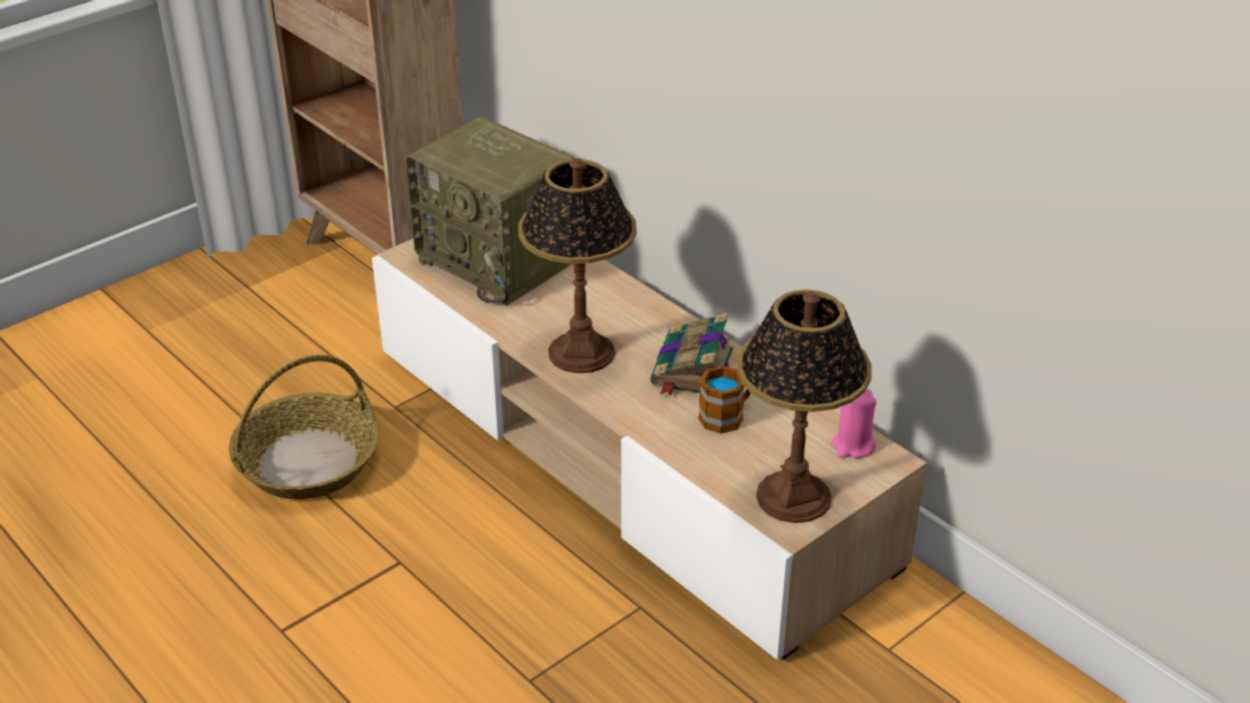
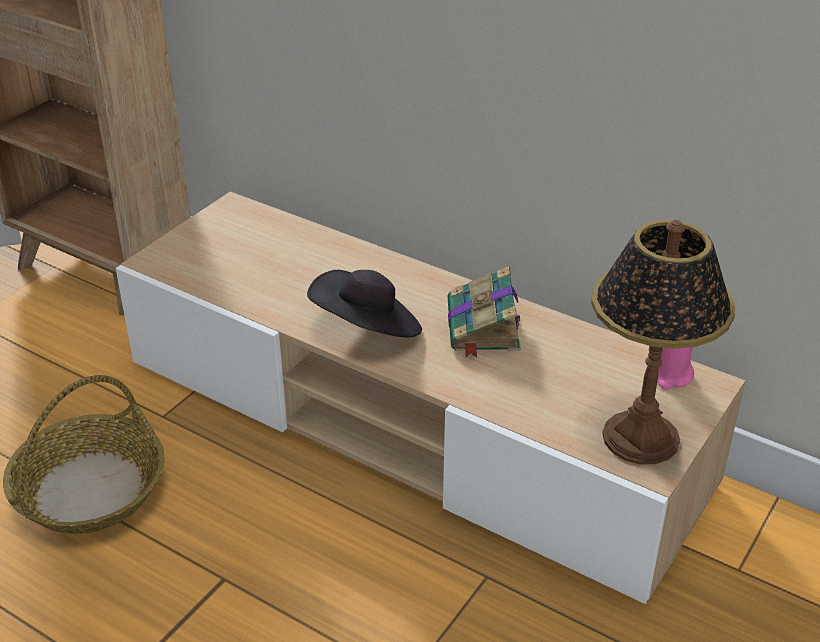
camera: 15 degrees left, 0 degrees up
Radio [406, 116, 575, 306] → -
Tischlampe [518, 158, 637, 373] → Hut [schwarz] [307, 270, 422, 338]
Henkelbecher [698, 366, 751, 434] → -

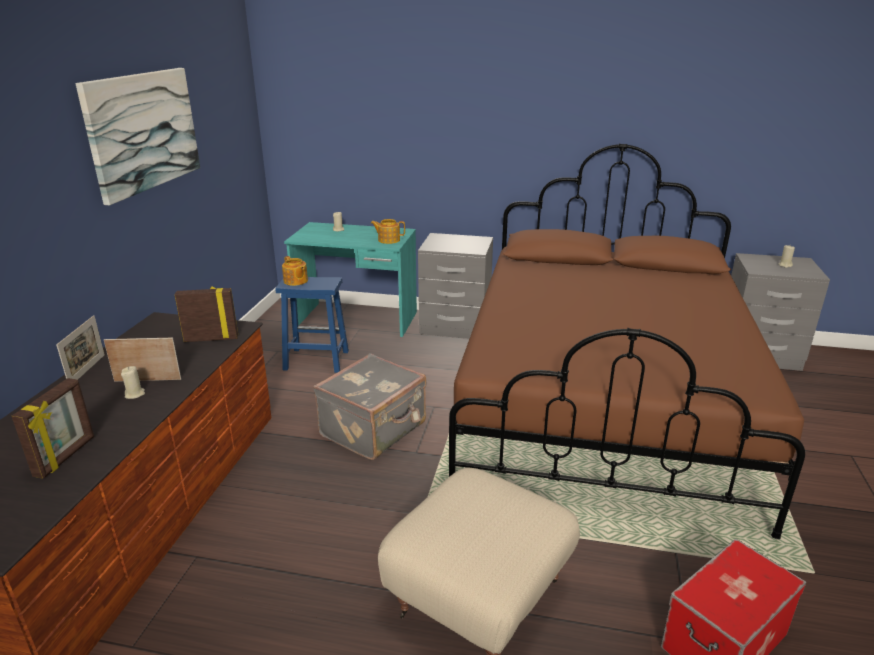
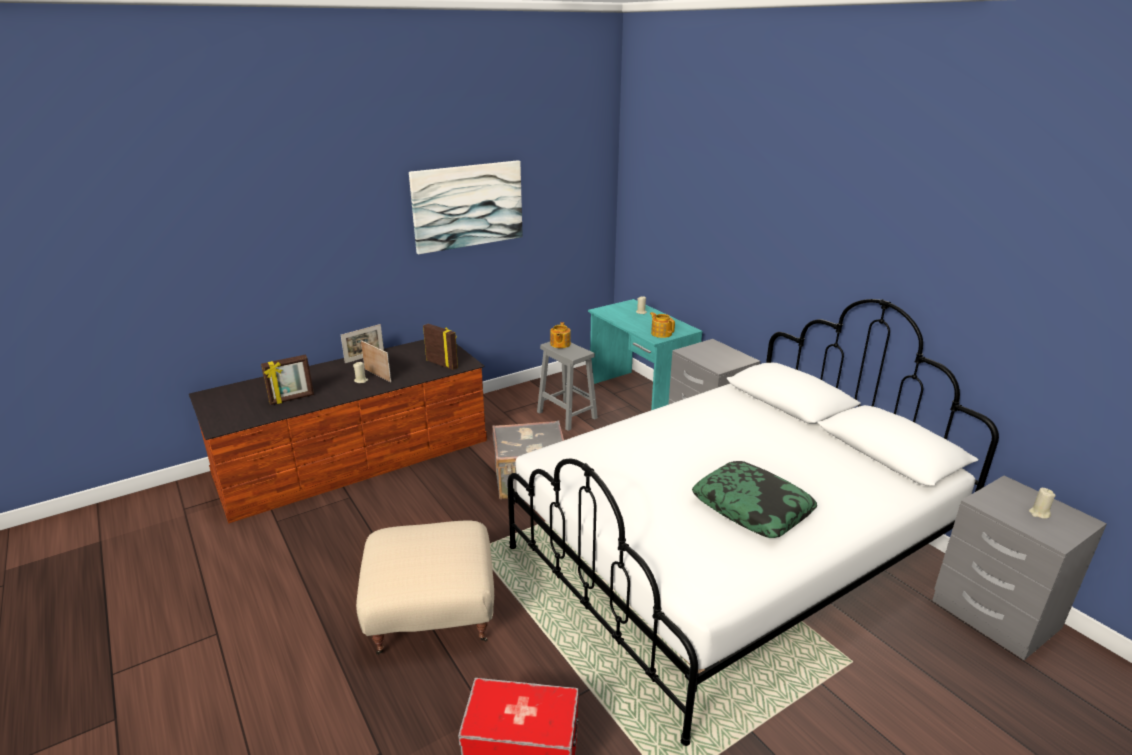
camera: 45 degrees right, 0 degrees up
Hocker [blau] [275, 277, 349, 373] → Hocker [grau] [537, 342, 598, 431]
Bett [braun] [449, 143, 805, 539] → Bett [weiß] [507, 299, 999, 746]
- → Kissen [692, 461, 817, 538]

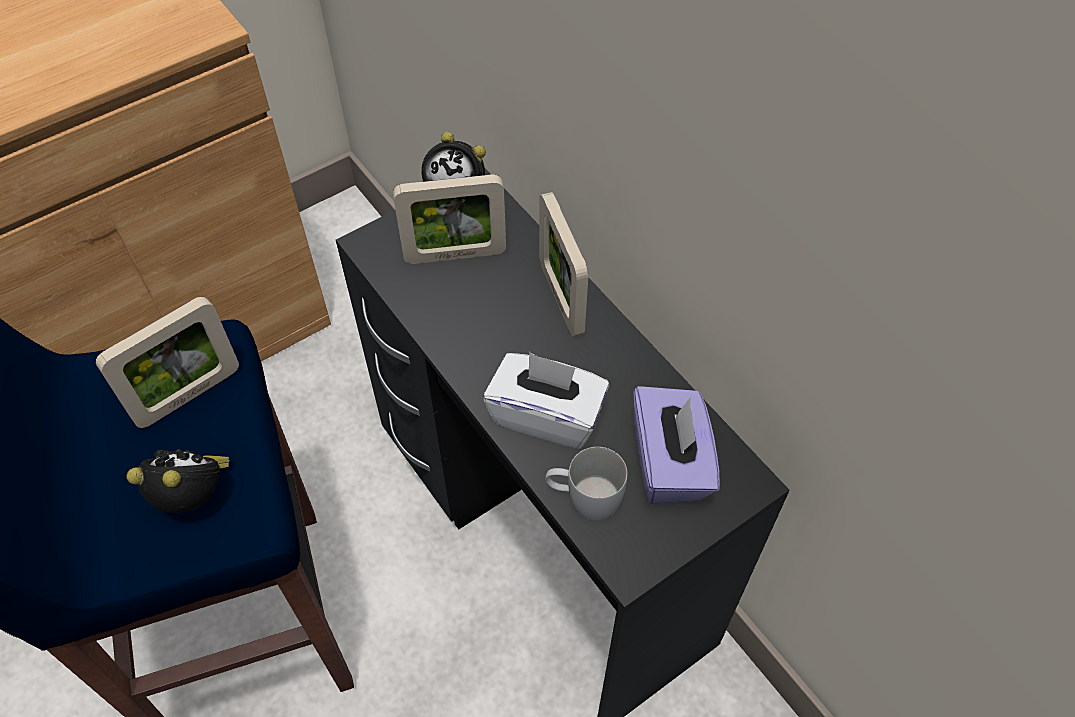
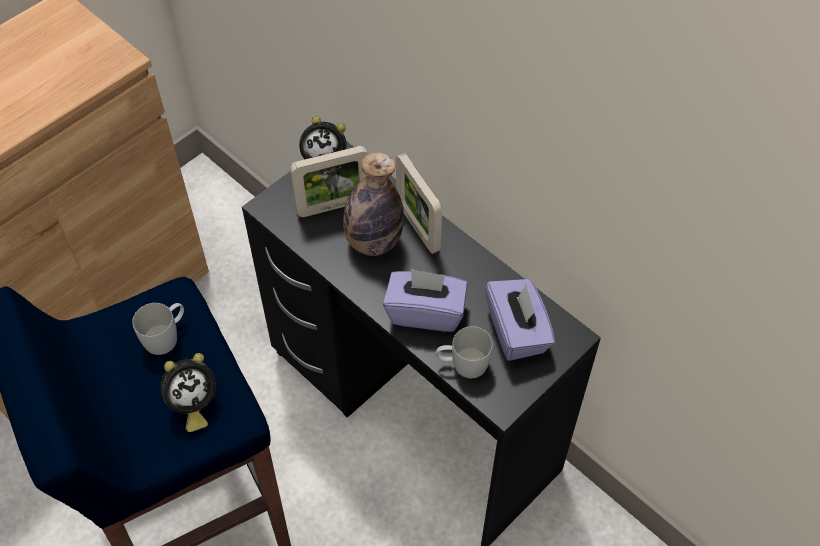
camera: 10 degrees left, 0 degrees up
Bilderrahmen [96, 297, 239, 428] → Henkelbecher [weiß] [132, 303, 184, 355]
Wecker [126, 449, 230, 513] → Wecker [161, 353, 216, 432], 150 degrees clockwise
Taschentuchbox [weiß] [483, 352, 609, 449] → Taschentuchbox [lila] [383, 269, 467, 332]
- → Flasche [343, 152, 404, 256]

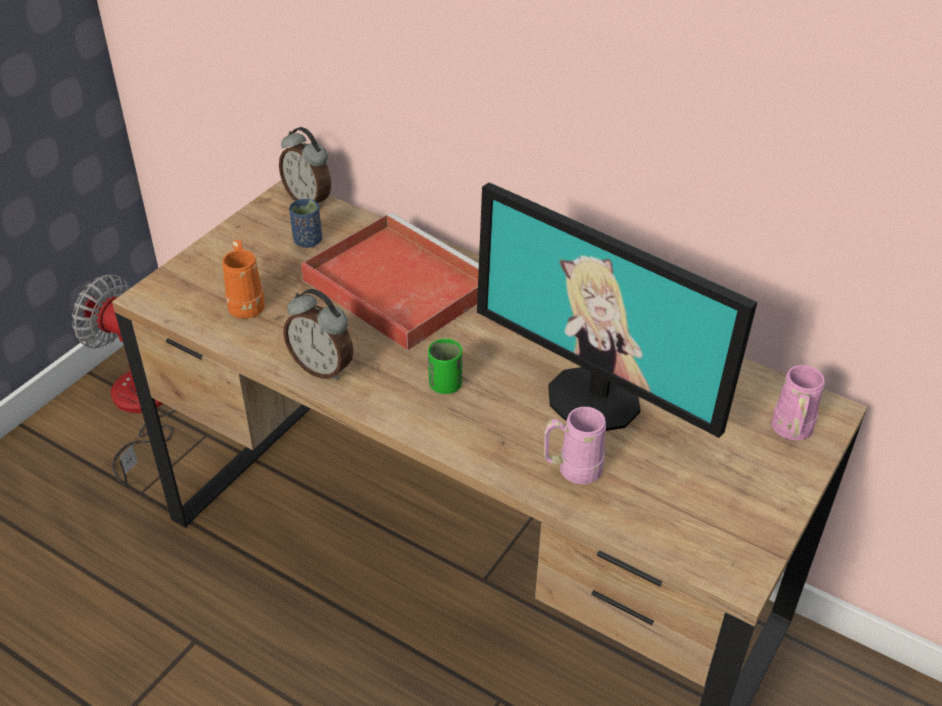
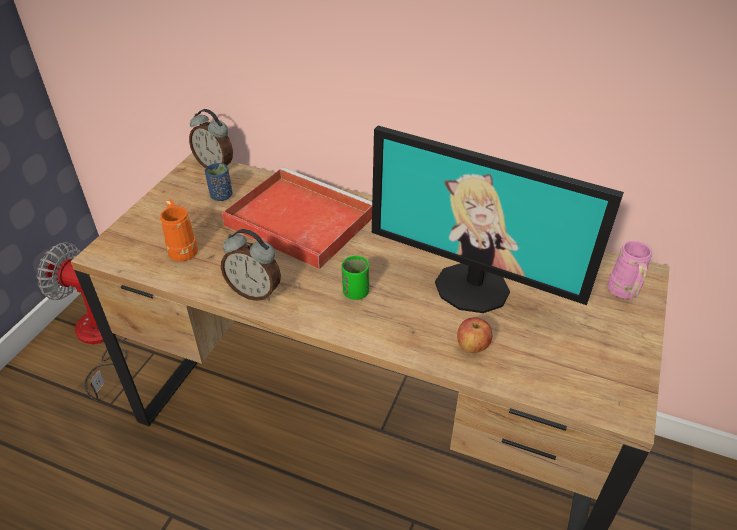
camera: 10 degrees left, 0 degrees up
Henkelbecher [rosa] [543, 407, 606, 484] → Apfel [457, 317, 492, 353]

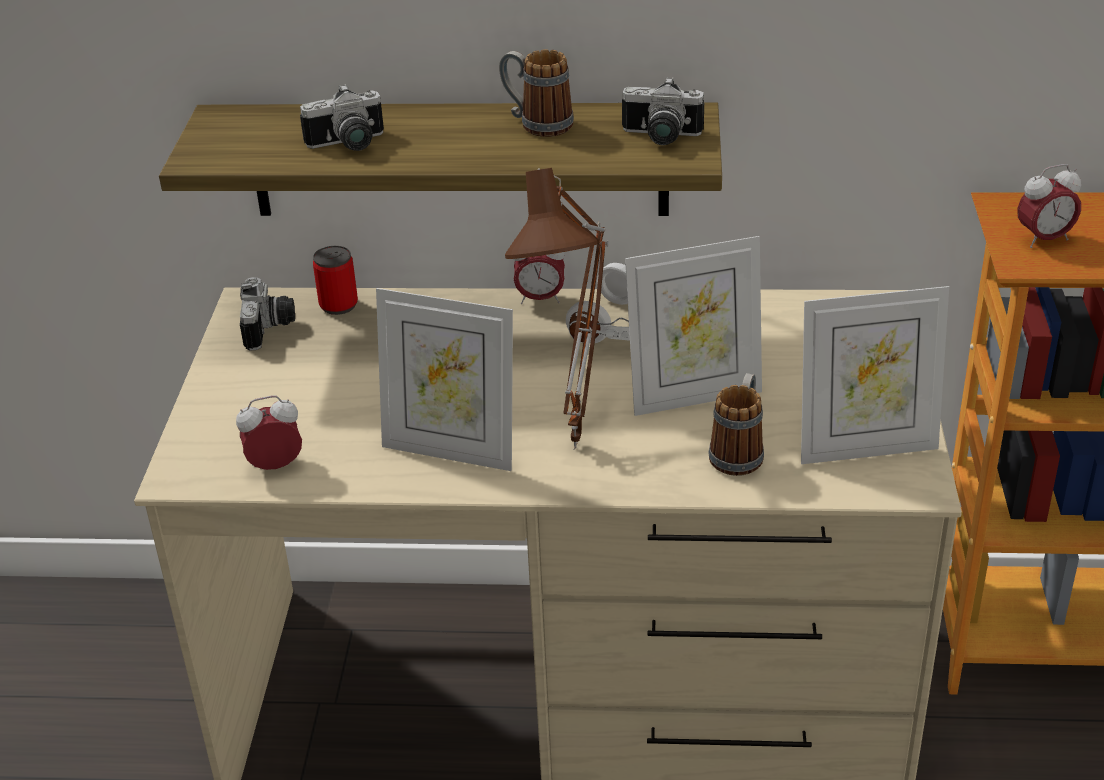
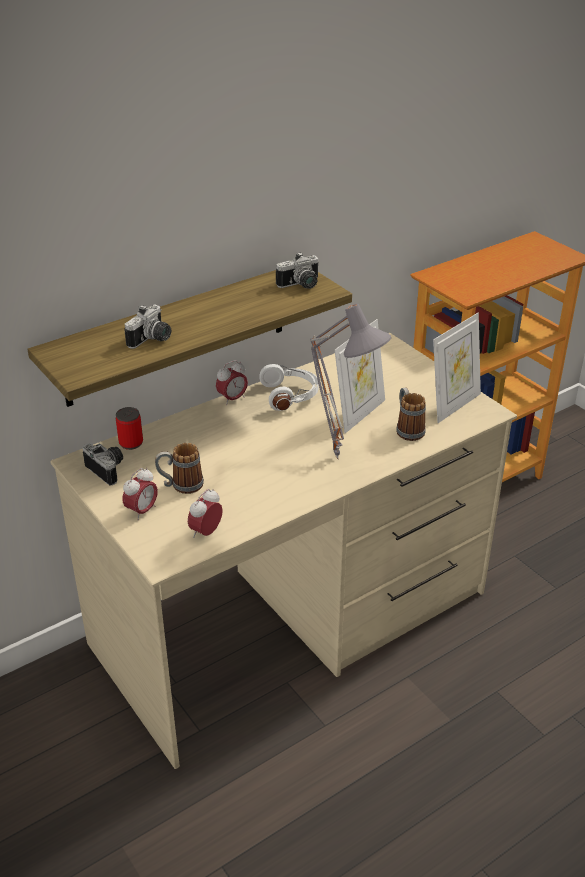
camera: 40 degrees left, 0 degrees up
Bilderrahmen [376, 288, 513, 471] → -
Henkelbecher [499, 49, 574, 137] → Henkelbecher [155, 443, 204, 494], move
Tischlampe [braun] [505, 168, 609, 450] → Tischlampe [grau] [310, 303, 391, 460]
Wecker [1017, 164, 1081, 248] → Wecker [122, 468, 158, 520], move

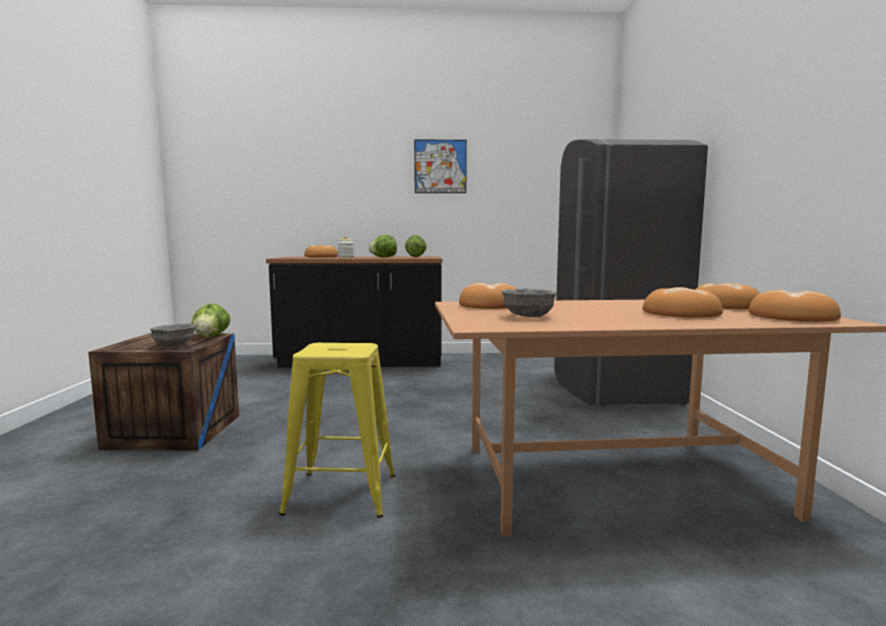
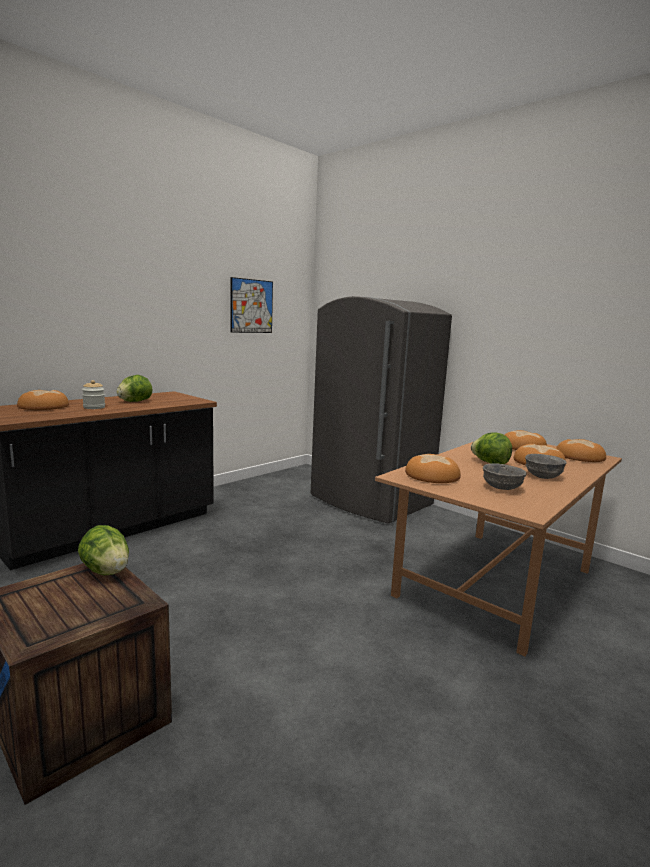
camera: 45 degrees left, 5 degrees up
Schüssel [grau] [150, 324, 195, 347] → Schüssel [grau] [525, 454, 567, 479], move
Hocker [gelb] [279, 343, 395, 518] → -
Salatkopf [405, 235, 427, 257] → Salatkopf [471, 432, 512, 464], move
Bild [414, 139, 467, 193] → Bild [231, 277, 273, 333], move

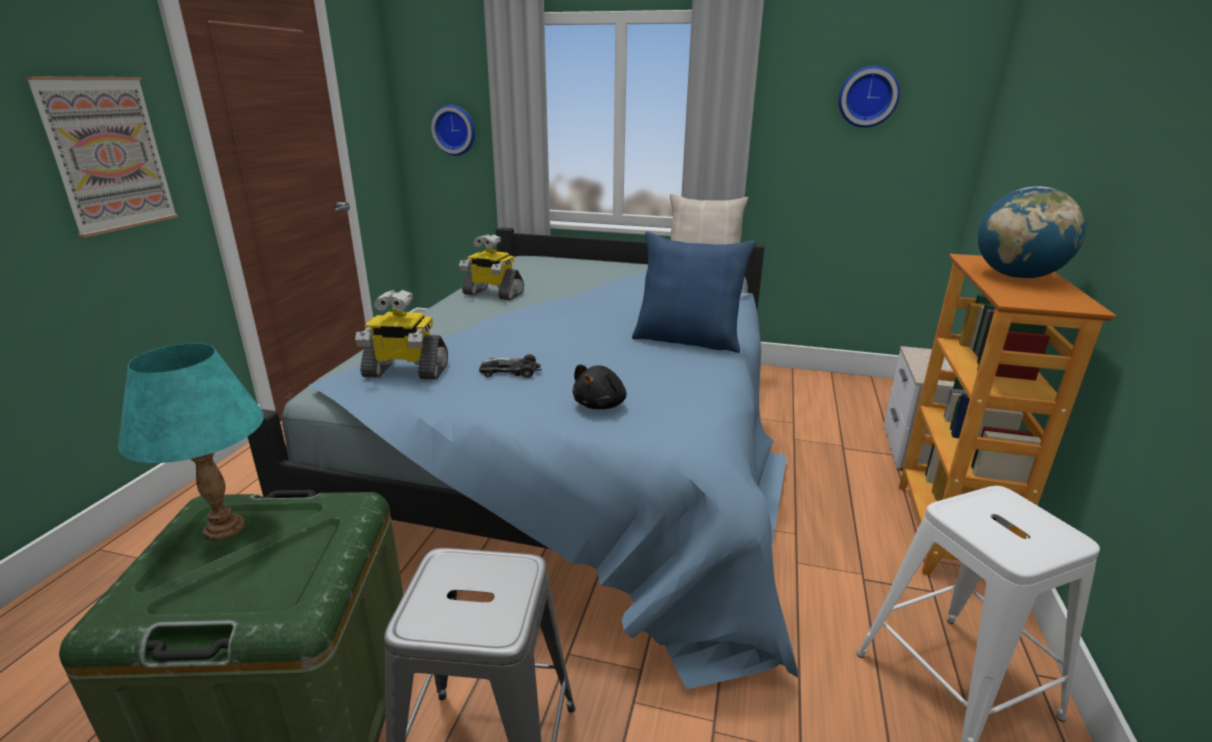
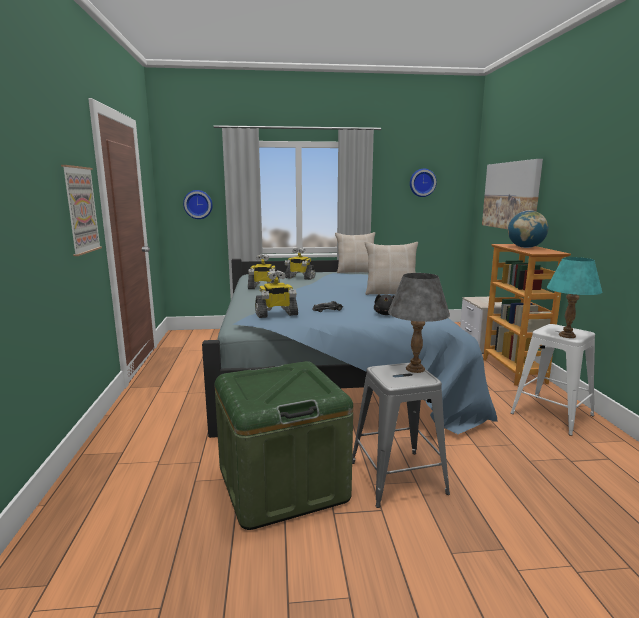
camera: 20 degrees left, 10 degrees down
Tischlampe [türkis] [118, 343, 264, 541] → Tischlampe [türkis] [547, 257, 602, 338], move
Kissen [blau] [632, 232, 756, 353] → Kissen [beige] [365, 242, 418, 295]
- → Spielzeugroboter [285, 248, 315, 280]
- → Tischlampe [grau] [388, 273, 450, 373]
- → Bild [482, 159, 543, 229]

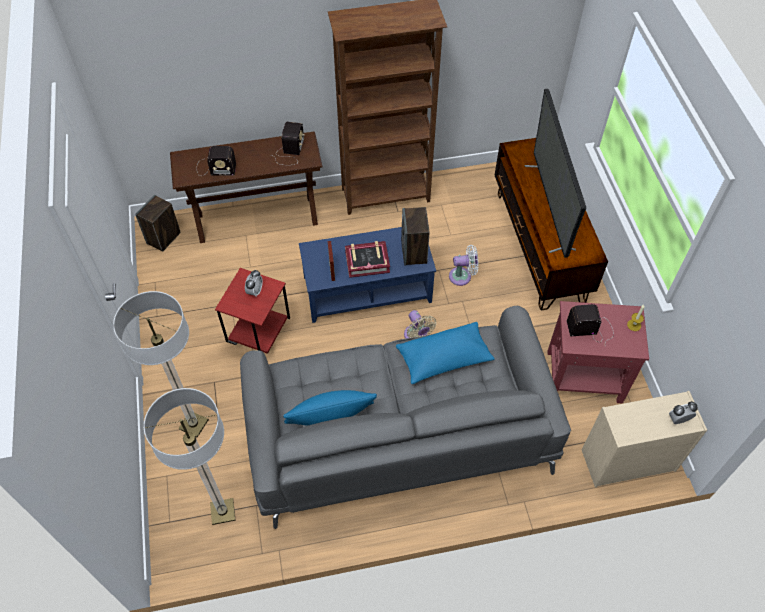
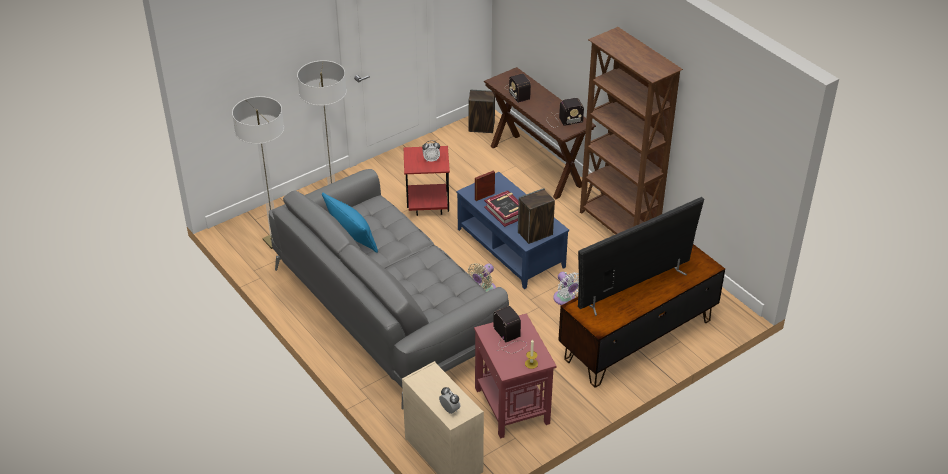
camera: 65 degrees right, 15 degrees down
Kissen [blau] [396, 322, 494, 384] → -

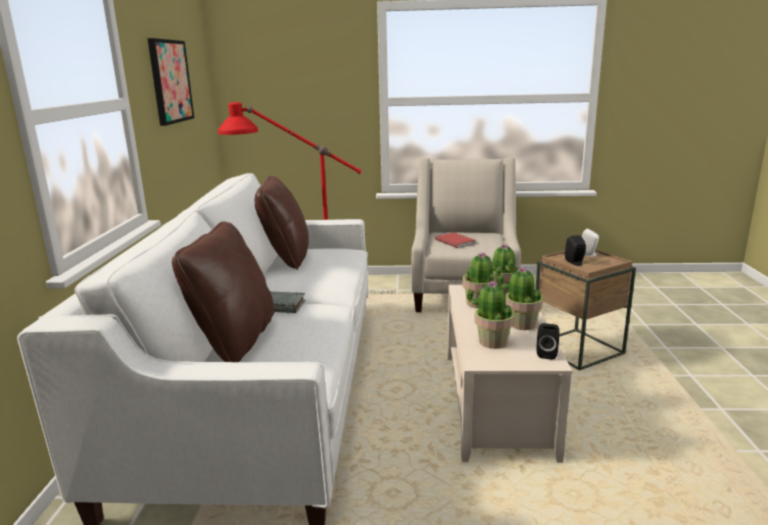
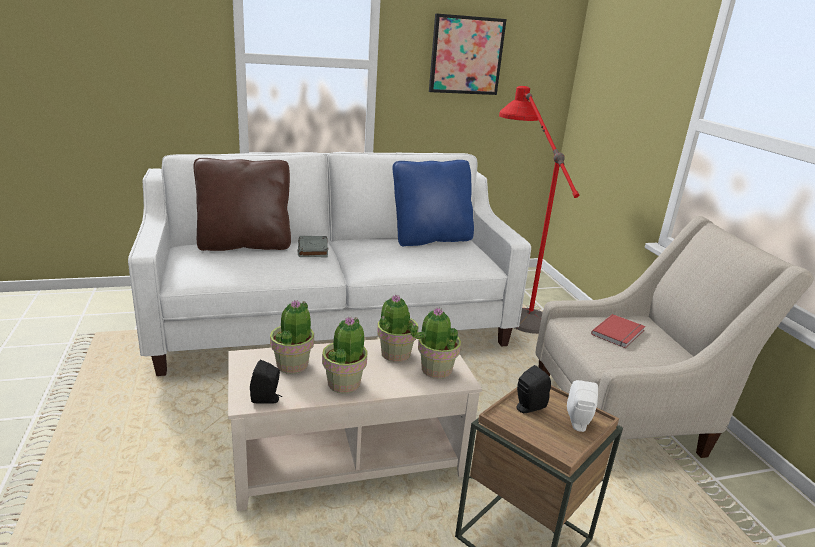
camera: 70 degrees right, 5 degrees up
Kissen [braun] [255, 176, 309, 270] → Kissen [blau] [393, 160, 474, 247]

